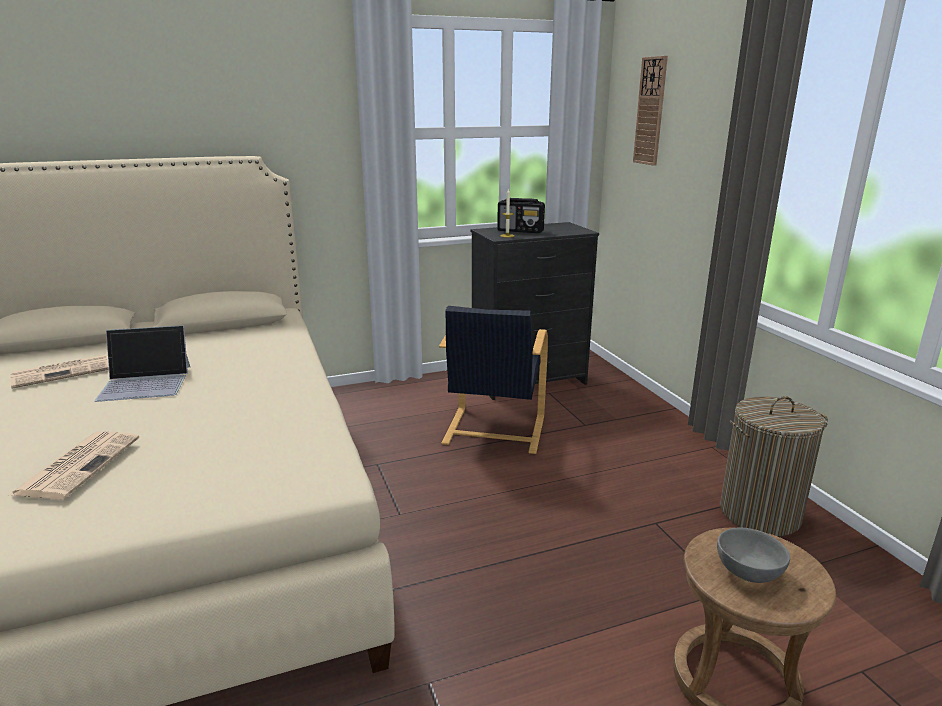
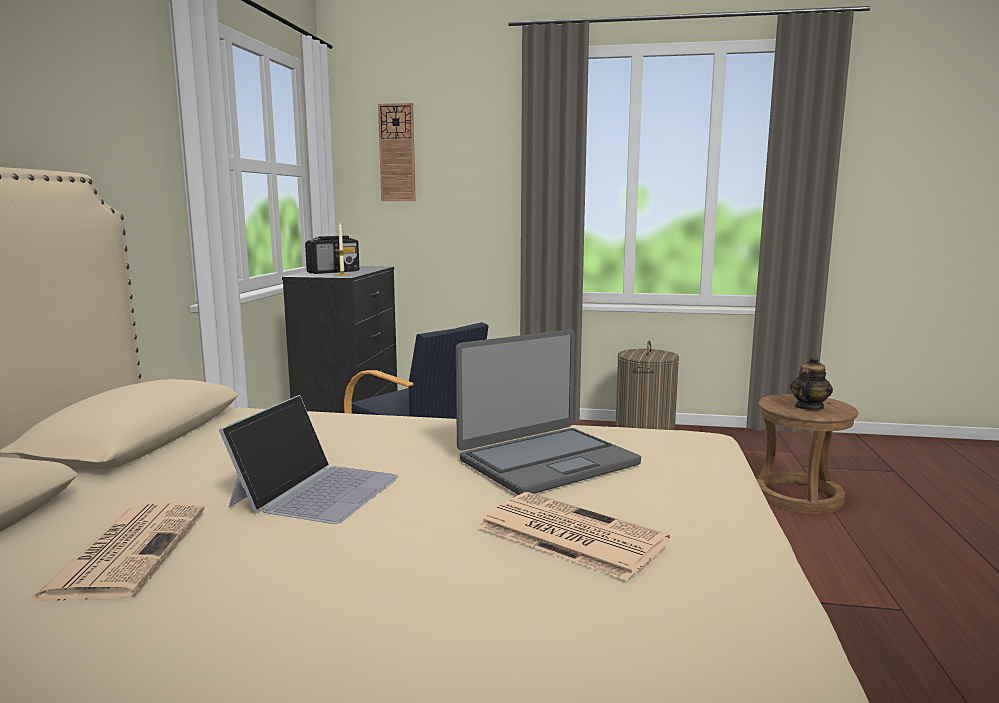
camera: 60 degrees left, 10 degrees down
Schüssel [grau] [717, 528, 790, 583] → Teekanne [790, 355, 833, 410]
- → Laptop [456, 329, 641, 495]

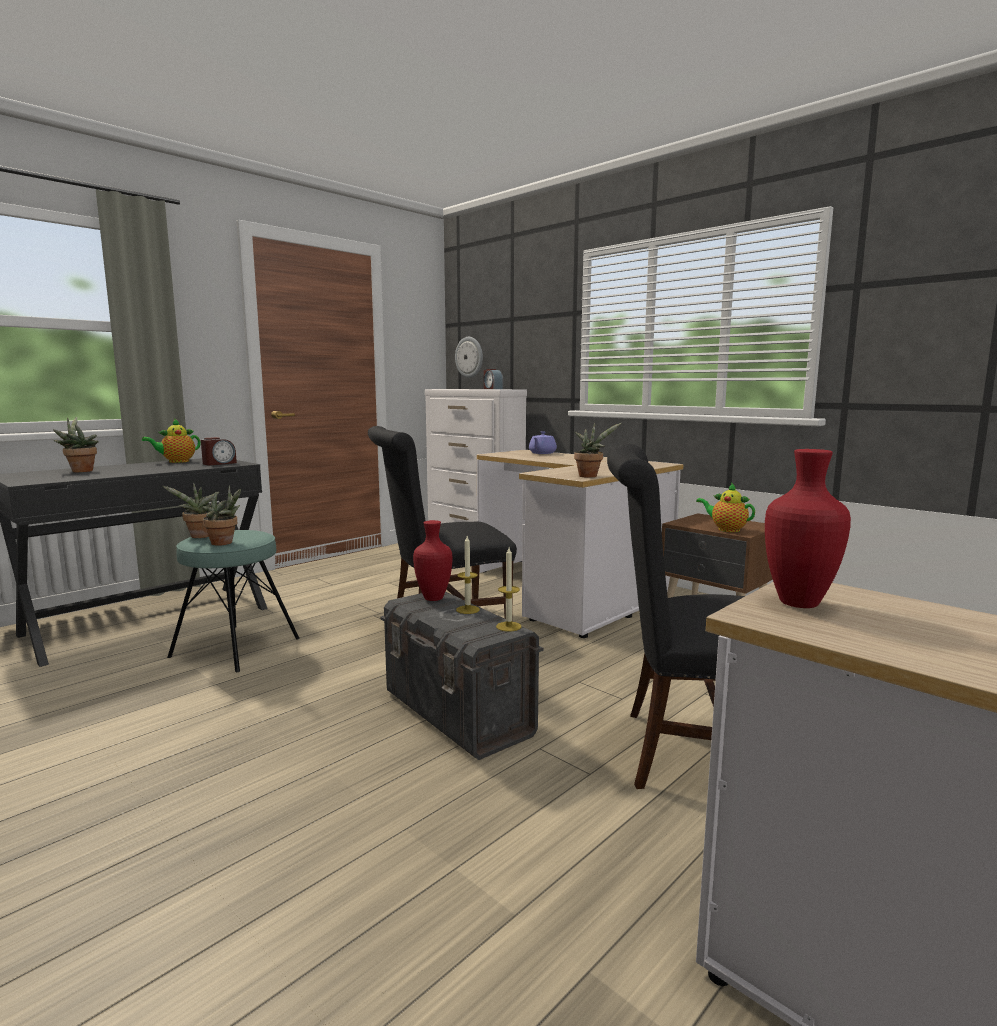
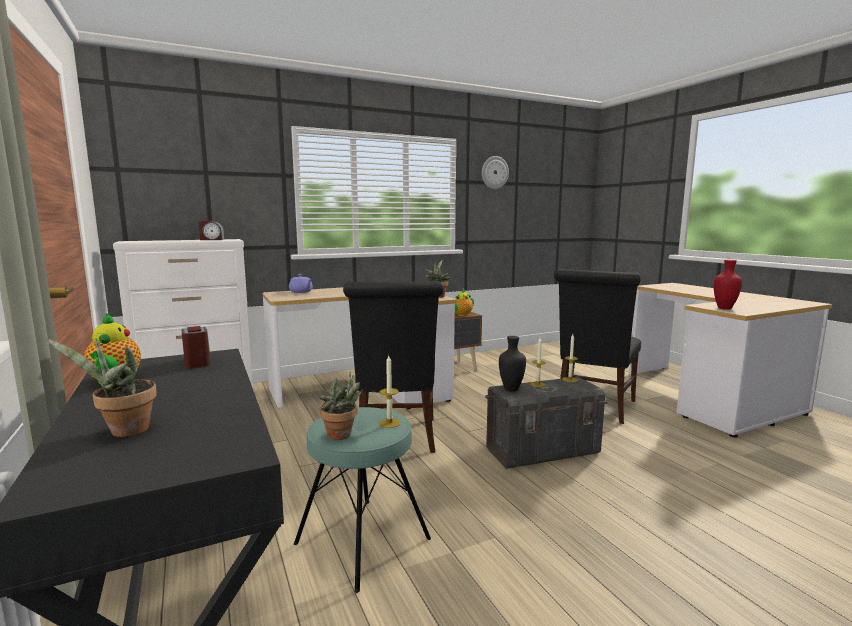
camera: 70 degrees left, 0 degrees up
Topfpflanze [202, 485, 241, 546] → Kerze [379, 354, 401, 428]
Vase [rot] [413, 520, 453, 601] → Vase [schwarz] [499, 336, 526, 392]
Wanduhr [455, 337, 483, 378] → Wanduhr [482, 156, 509, 189], move

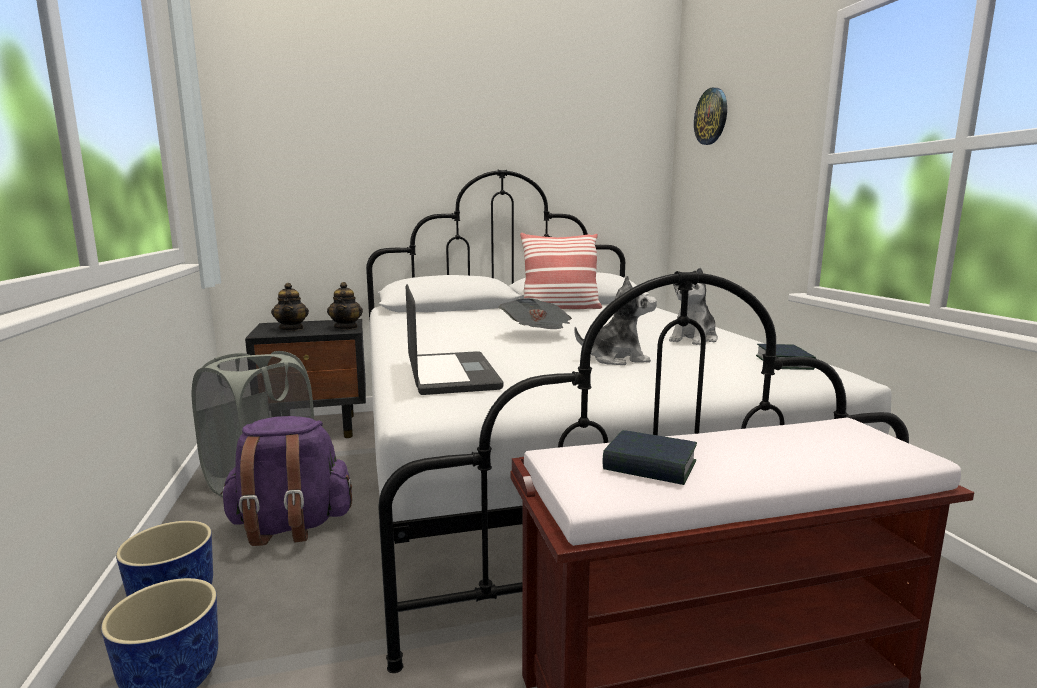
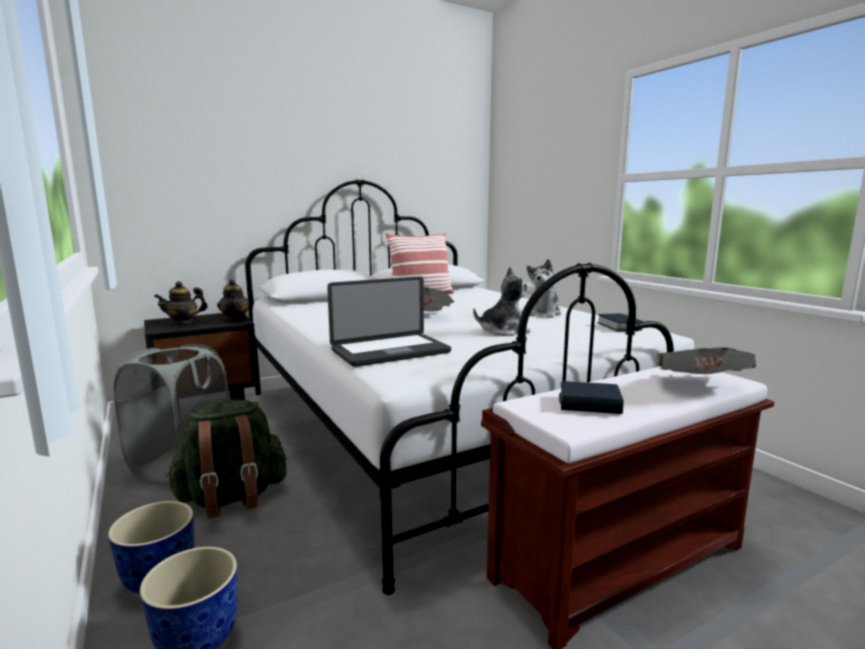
camera: 15 degrees left, 0 degrees up
Rucksack [lila] [220, 416, 352, 546] → Rucksack [grün] [166, 400, 286, 519]
Teekanne [271, 283, 309, 331] → Teekanne [154, 281, 208, 326], 90 degrees clockwise
Laptop [406, 284, 503, 395] → Laptop [327, 277, 451, 367], 90 degrees clockwise
Wanduhr [694, 88, 727, 145] → -
- → Zeitung [657, 347, 757, 374]

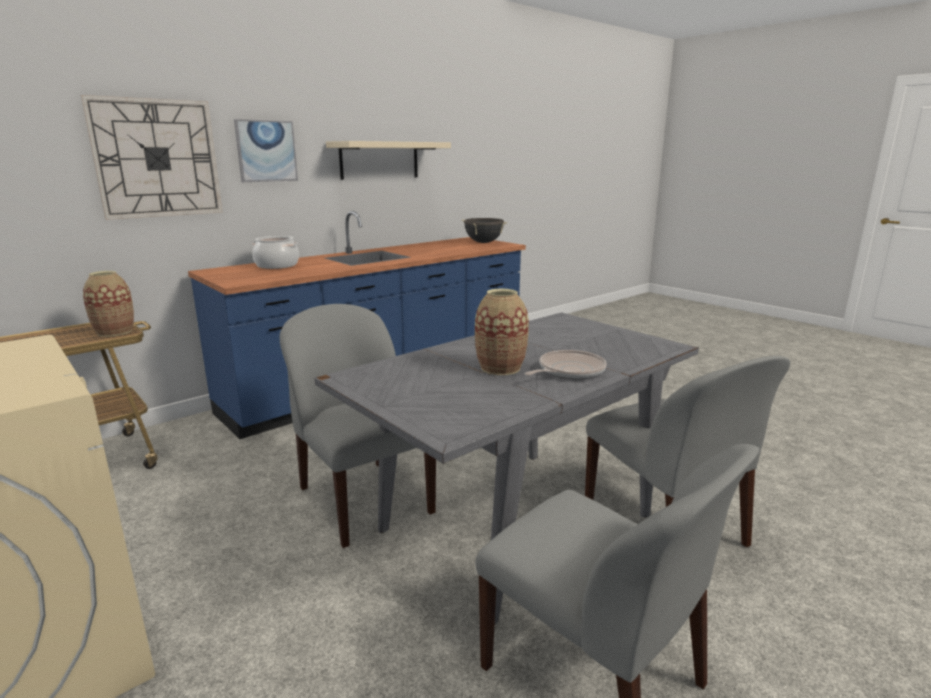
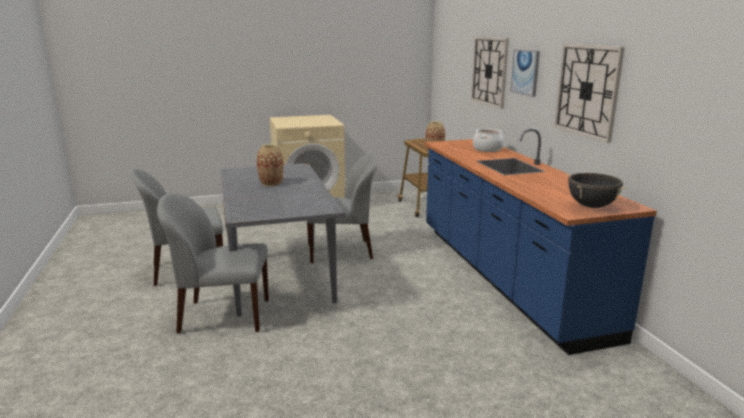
camera: 115 degrees right, 0 degrees up
Wandregal [beige] [326, 141, 451, 180] → Wanduhr [554, 44, 625, 143]
Pfanne [525, 350, 607, 379] → -

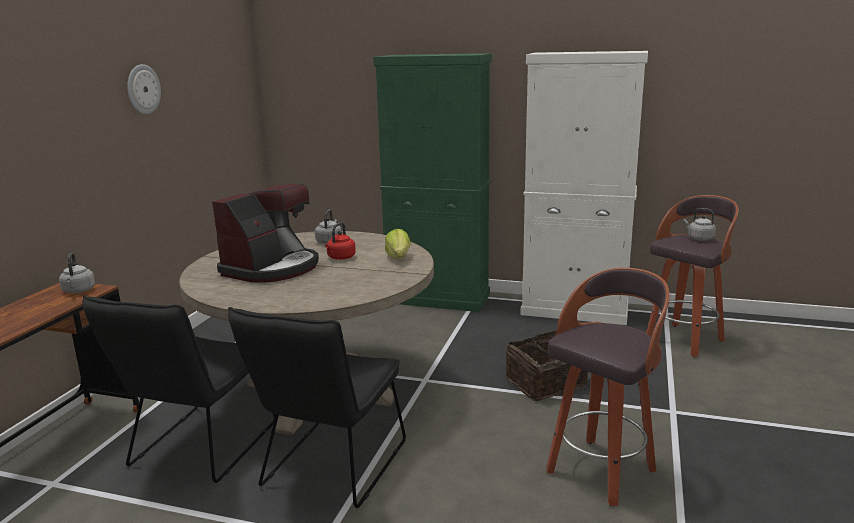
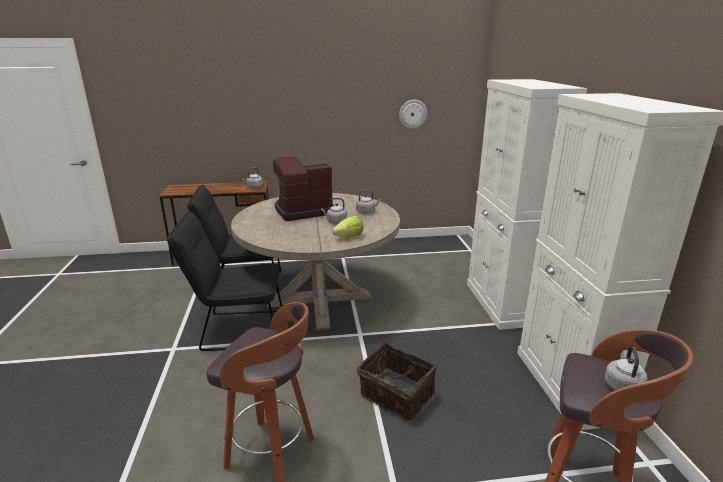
camera: 65 degrees right, 5 degrees up
Wanduhr [127, 64, 161, 114] → Wanduhr [399, 100, 427, 129], move
Kaffeemaschine [212, 183, 319, 283] → Kaffeemaschine [273, 156, 335, 221], 150 degrees clockwise
Wasserkessel [rot] [325, 222, 356, 260] → Wasserkessel [grau] [321, 198, 347, 224]
Schrank [grün] [373, 53, 492, 312] → Schrank [weiß] [467, 79, 587, 330]

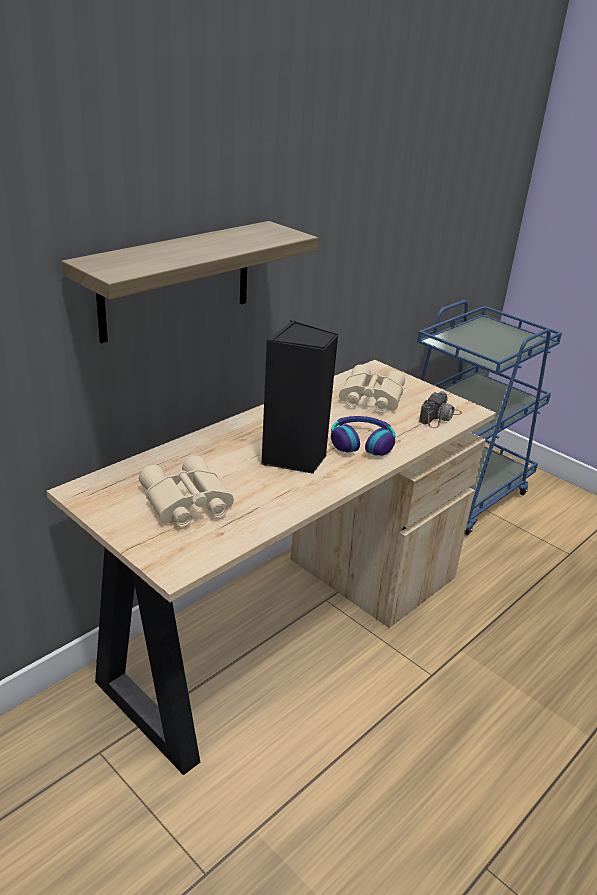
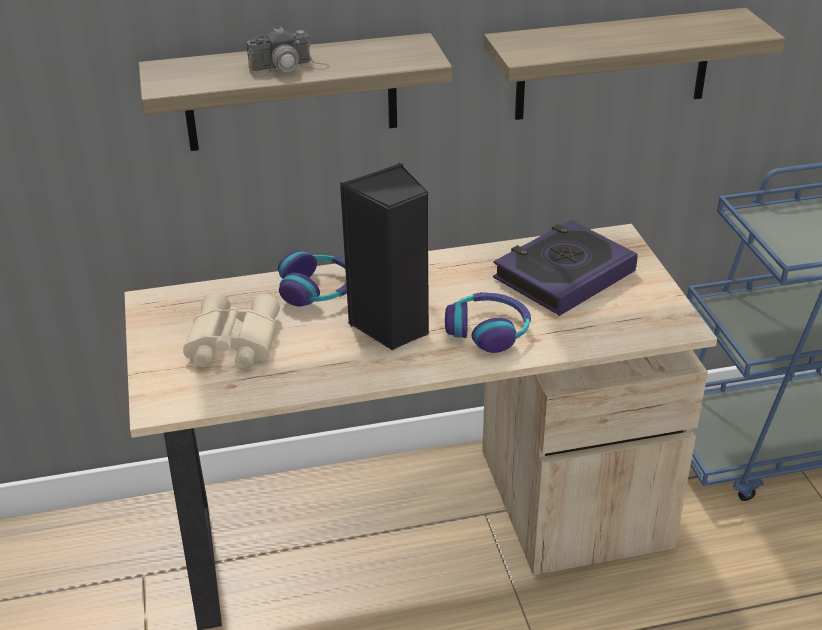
camera: 35 degrees right, 5 degrees up
Fernglas [beige] [339, 364, 405, 412] → Buch [493, 220, 638, 316]
Kamera [419, 391, 462, 428] → Kamera [246, 27, 330, 77], move
- → Kopfhörer [278, 252, 347, 307]
- → Wandregal [484, 8, 785, 120]

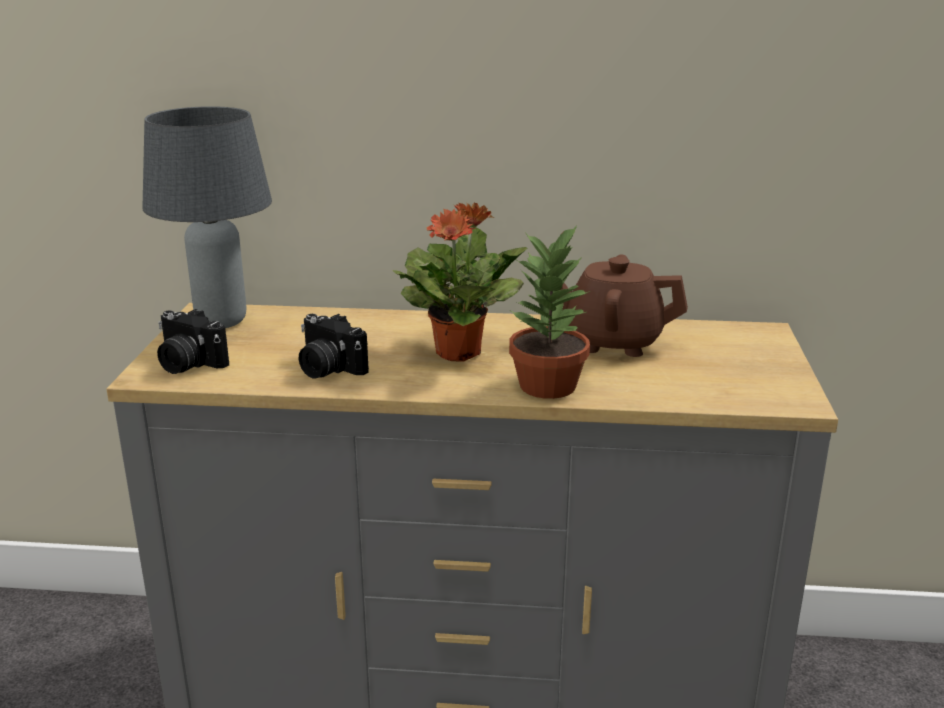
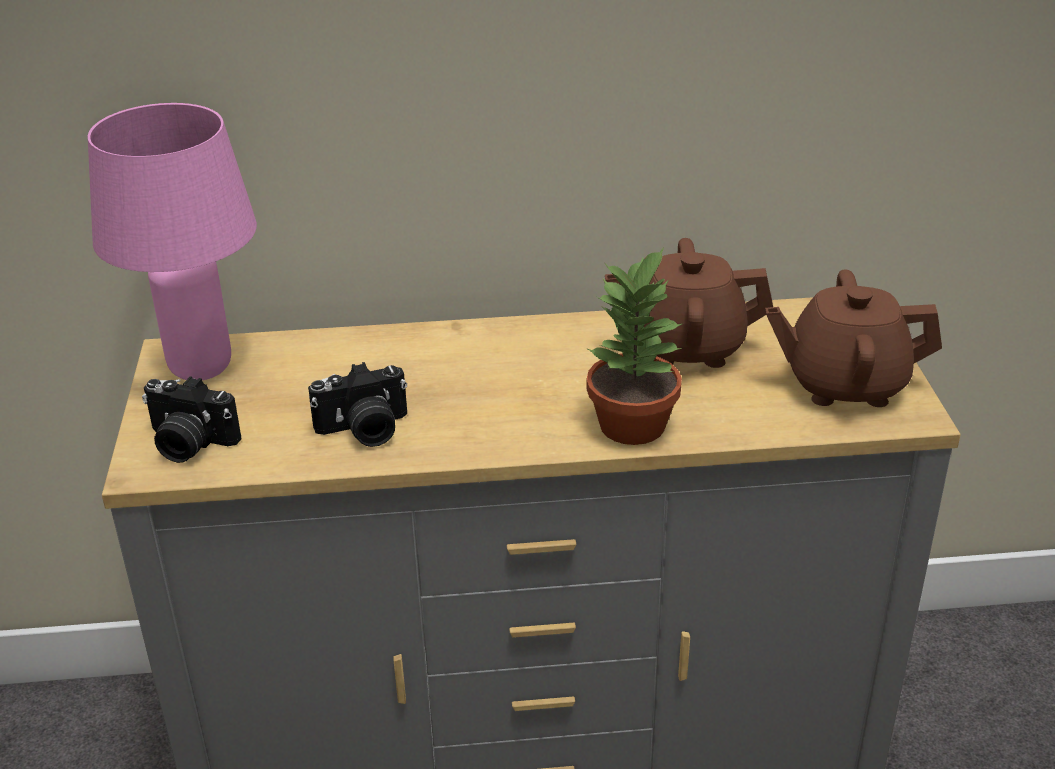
camera: 10 degrees left, 10 degrees up
Tischlampe [grau] [142, 106, 272, 328] → Tischlampe [rosa] [88, 103, 257, 380]
Kamera [299, 314, 369, 379] → Kamera [308, 362, 407, 447], 45 degrees counterclockwise
Topfpflanze [392, 203, 527, 362] → -
- → Teekanne [braun] [765, 270, 942, 407]

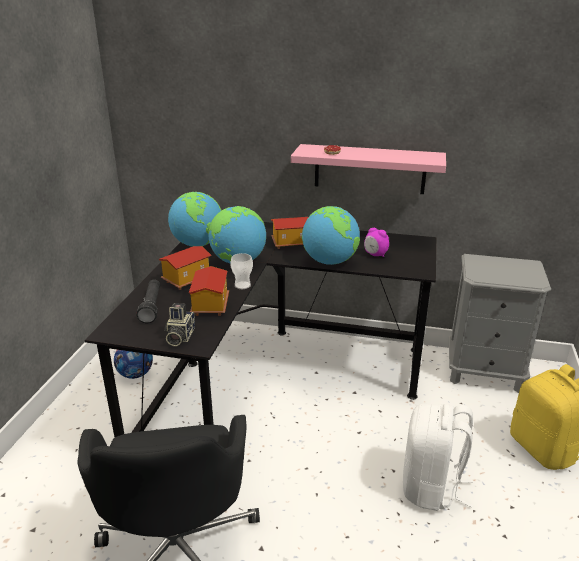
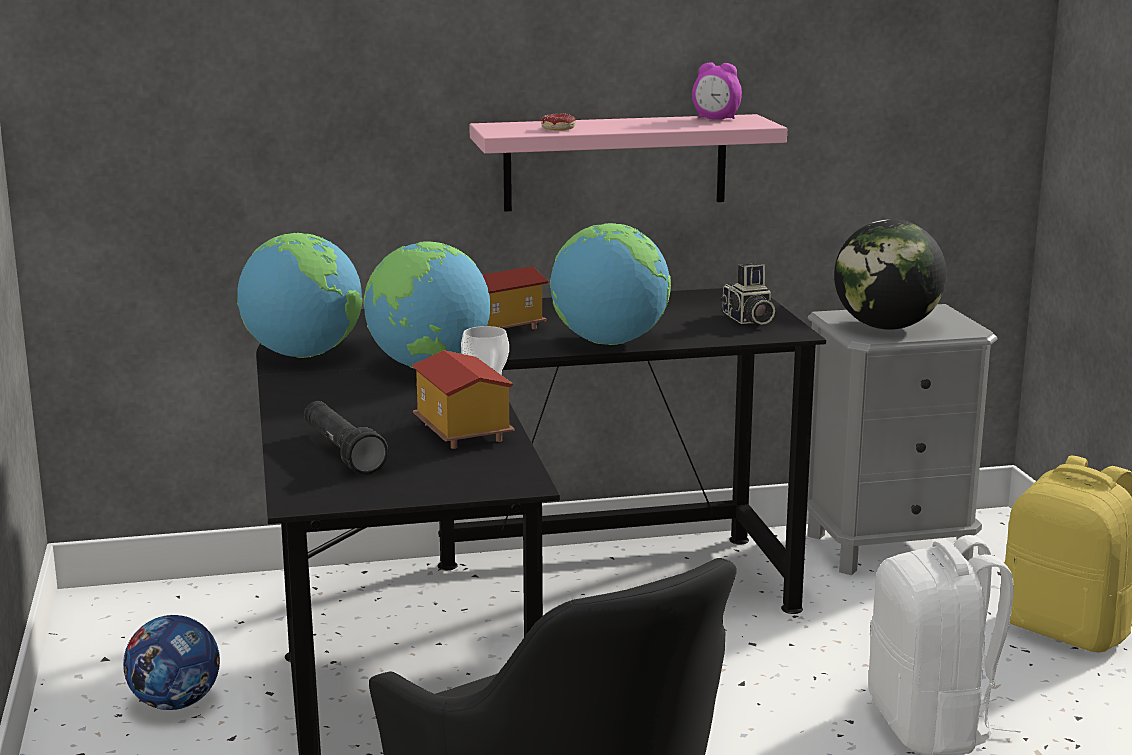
camera: 25 degrees left, 10 degrees down
Spielzeughaus [159, 246, 212, 290] → -
Kamera [164, 303, 195, 346] → Kamera [720, 264, 775, 325], move
Wecker [364, 228, 389, 257] → Wecker [692, 62, 742, 120], move
- → Globus [834, 219, 947, 330]

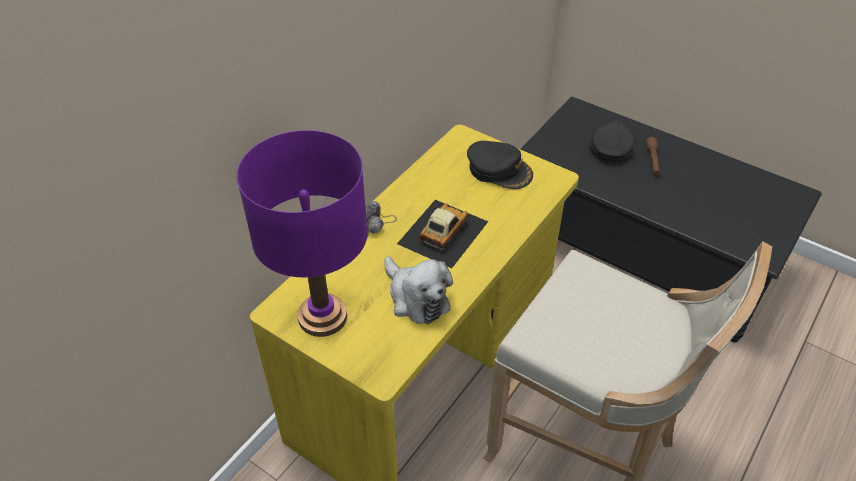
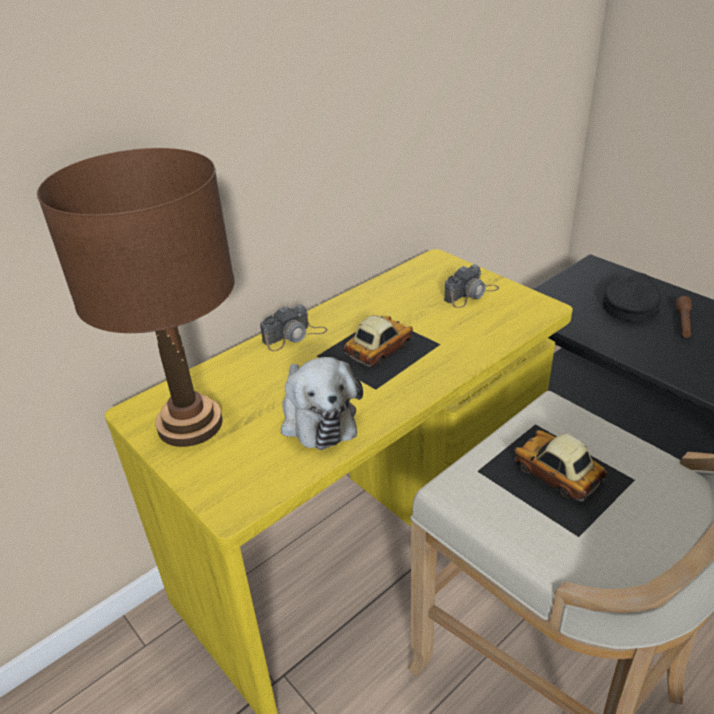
camera: 15 degrees right, 10 degrees down
Tischlampe [lila] [237, 130, 368, 337] → Tischlampe [braun] [37, 148, 235, 447]
Kappe [schwarz] [467, 141, 533, 189] → Kamera [444, 264, 499, 308]
- → Spielzeugauto [477, 424, 635, 537]

